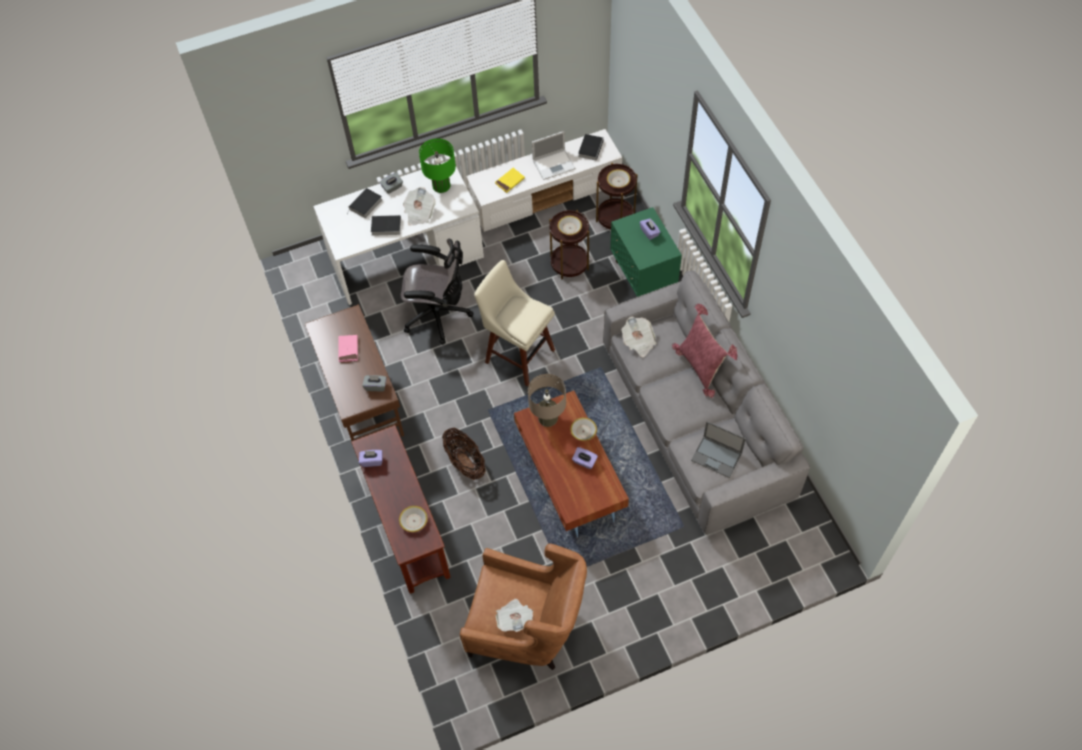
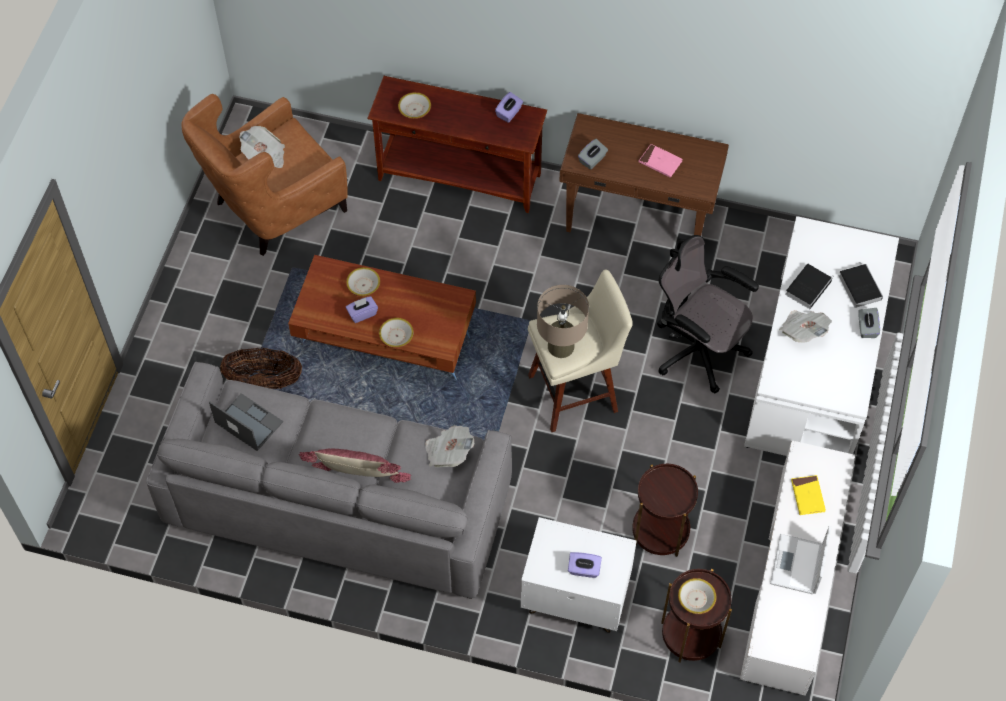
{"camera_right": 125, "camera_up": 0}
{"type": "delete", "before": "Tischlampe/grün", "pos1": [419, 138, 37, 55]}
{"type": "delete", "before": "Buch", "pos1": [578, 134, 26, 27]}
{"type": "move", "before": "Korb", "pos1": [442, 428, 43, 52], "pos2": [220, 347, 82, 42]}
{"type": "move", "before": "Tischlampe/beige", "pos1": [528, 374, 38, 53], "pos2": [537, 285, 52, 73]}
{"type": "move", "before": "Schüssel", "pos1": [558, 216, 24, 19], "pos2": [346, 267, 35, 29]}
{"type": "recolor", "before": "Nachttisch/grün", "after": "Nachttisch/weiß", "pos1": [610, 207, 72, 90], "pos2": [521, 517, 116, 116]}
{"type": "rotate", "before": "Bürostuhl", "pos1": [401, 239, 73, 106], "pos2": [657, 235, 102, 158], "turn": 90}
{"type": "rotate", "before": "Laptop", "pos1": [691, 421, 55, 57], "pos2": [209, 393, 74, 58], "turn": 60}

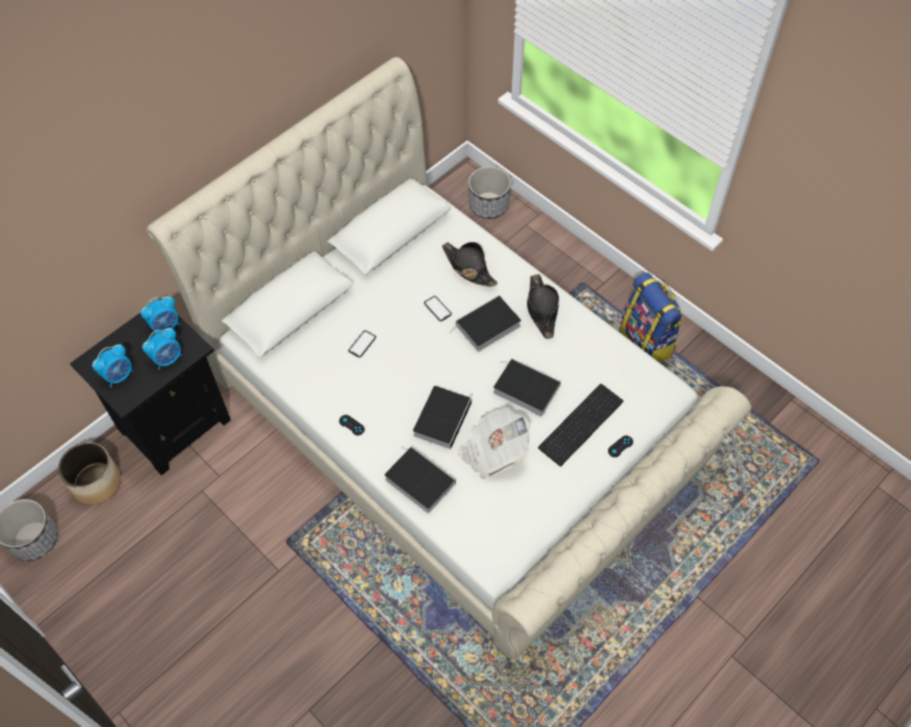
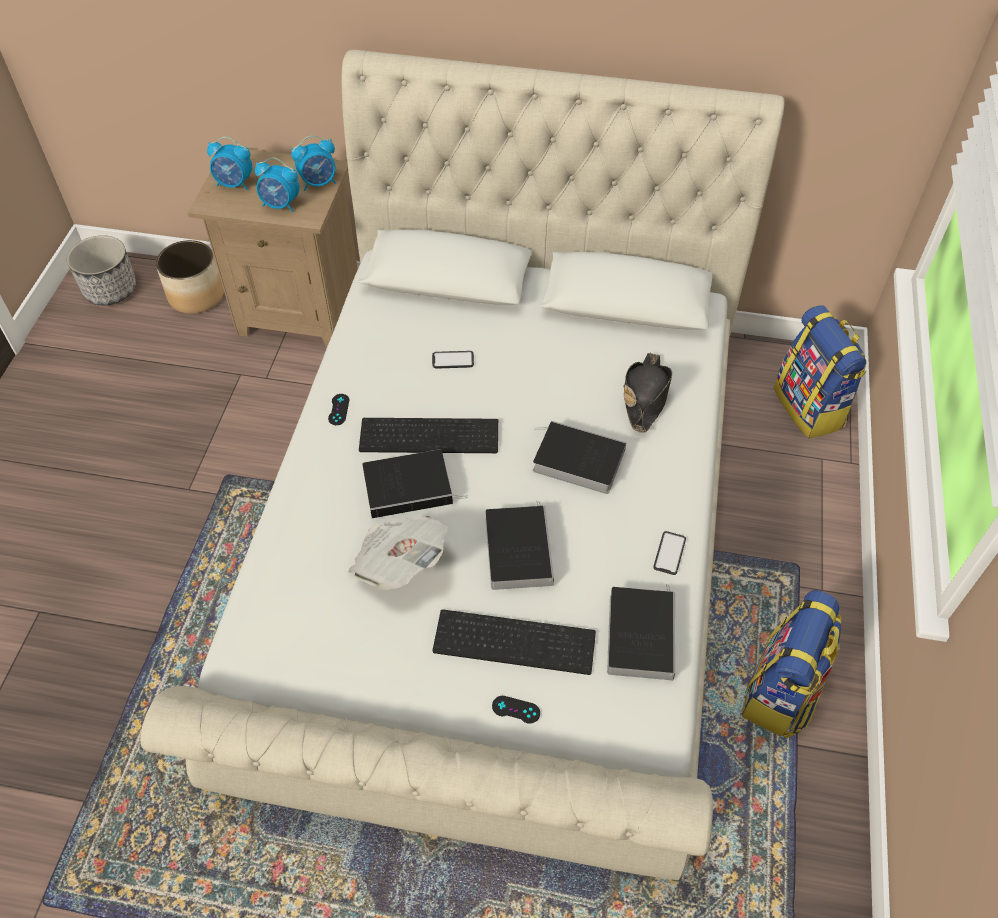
{"camera_right": 55, "camera_up": -5}
{"type": "delete", "before": "Hut/schwarz", "pos1": [527, 274, 32, 65]}
{"type": "insert", "after": "Tastatur", "pos2": [359, 418, 139, 35]}
{"type": "move", "before": "Buch", "pos1": [384, 446, 72, 67], "pos2": [607, 584, 69, 96]}
{"type": "move", "before": "Handy", "pos1": [424, 296, 28, 25], "pos2": [653, 531, 33, 44]}
{"type": "replace", "before": "Pflanzkübel", "after": "Rucksack", "pos1": [468, 166, 43, 53], "pos2": [774, 305, 93, 134]}
{"type": "recolor", "before": "Nachttisch/schwarz", "after": "Nachttisch/beige", "pos1": [70, 298, 161, 177], "pos2": [188, 149, 170, 199]}
{"type": "rotate", "before": "Wecker", "pos1": [140, 296, 40, 38], "pos2": [291, 136, 45, 55], "turn": -45}

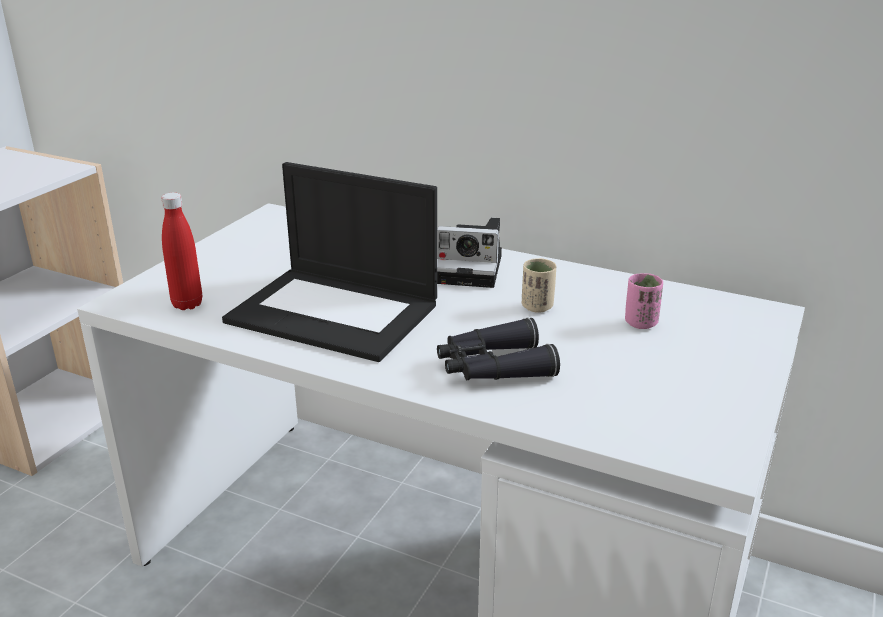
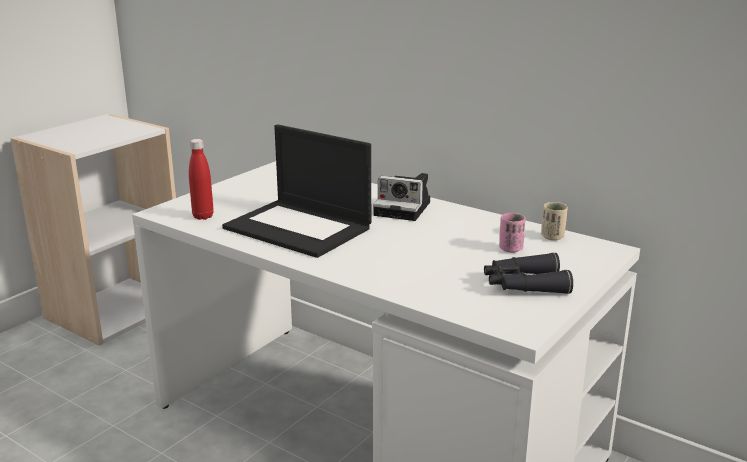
{"camera_right": 10, "camera_up": -5}
{"type": "move", "before": "Fernglas/schwarz", "pos1": [437, 318, 123, 62], "pos2": [484, 252, 89, 42]}
{"type": "move", "before": "Tasse/beige", "pos1": [522, 258, 34, 55], "pos2": [541, 202, 27, 39]}

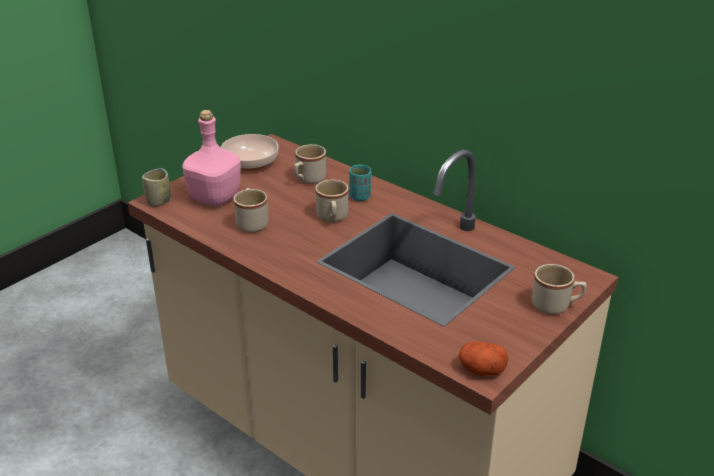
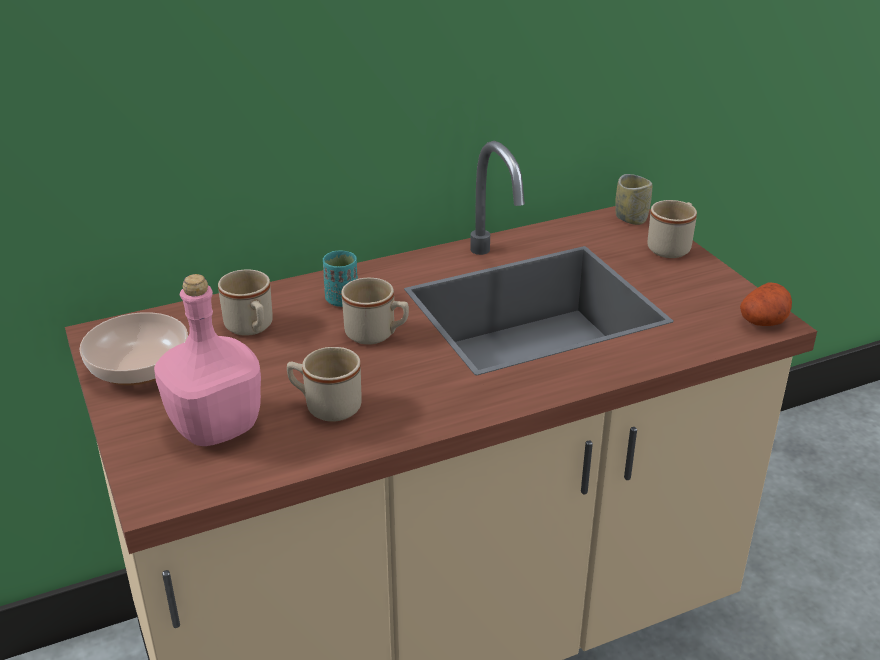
{"camera_right": -65, "camera_up": 0}
{"type": "move", "before": "Tasse", "pos1": [142, 168, 28, 39], "pos2": [615, 174, 37, 51]}

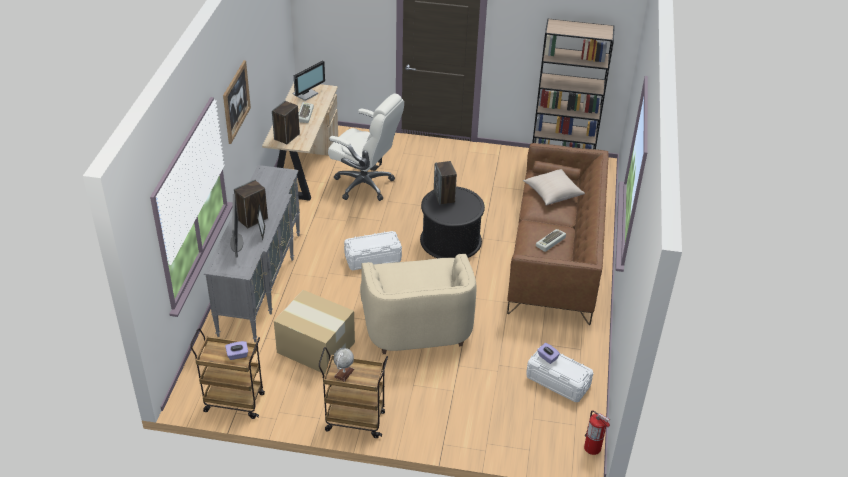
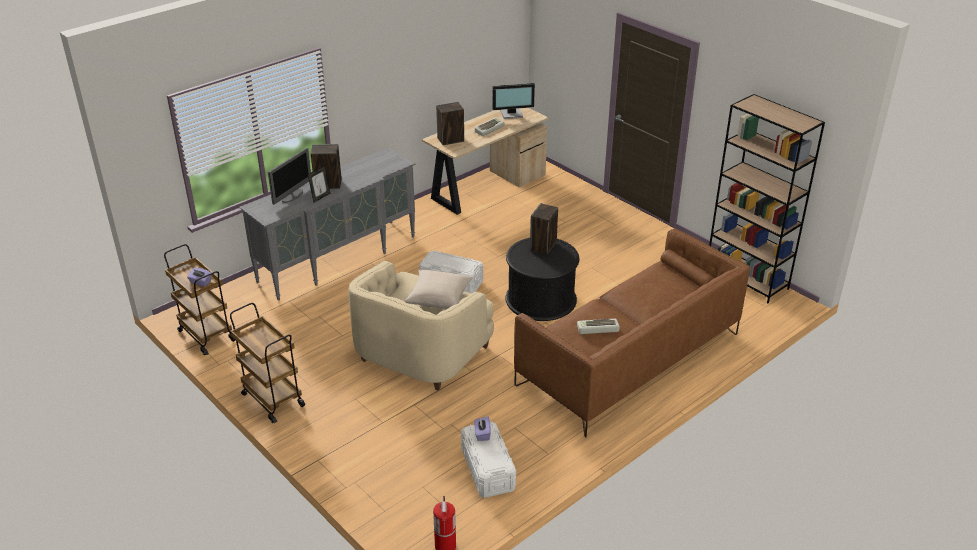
{"camera_right": 40, "camera_up": -5}
{"type": "delete", "before": "Bild", "pos1": [223, 60, 28, 84]}
{"type": "delete", "before": "Karton", "pos1": [274, 290, 81, 85]}
{"type": "delete", "before": "Bürostuhl/weiß", "pos1": [328, 94, 76, 107]}
{"type": "delete", "before": "Globus", "pos1": [333, 348, 21, 34]}
{"type": "move", "before": "Kissen/beige", "pos1": [523, 169, 62, 37], "pos2": [404, 270, 69, 39]}

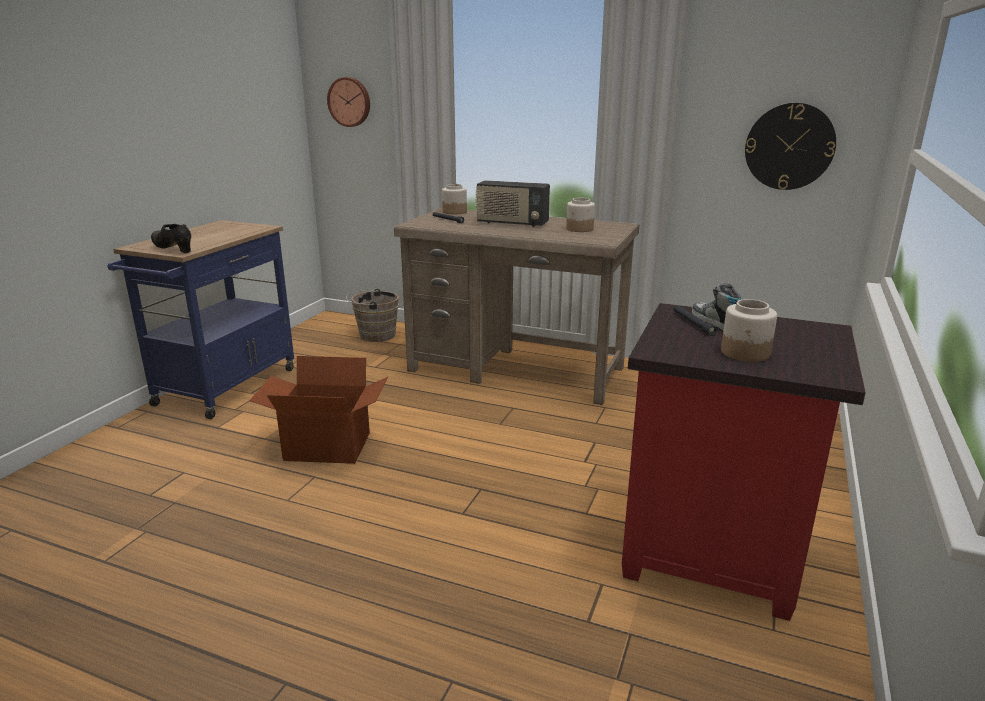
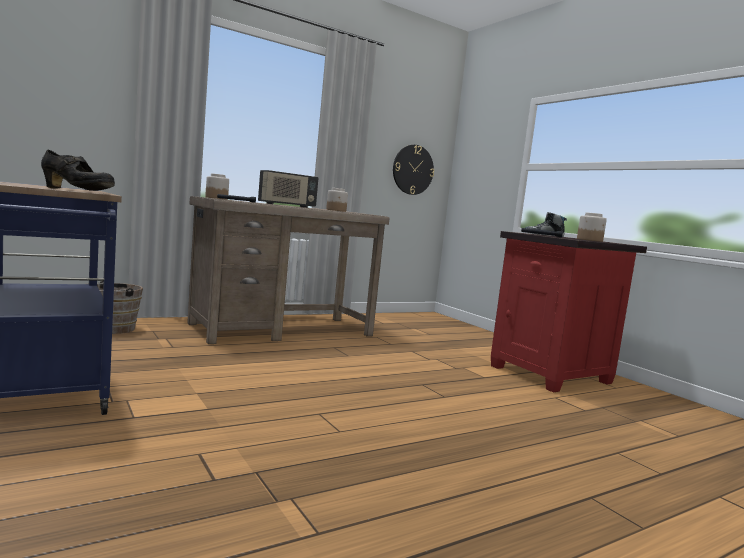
{"camera_right": -55, "camera_up": -15}
{"type": "delete", "before": "Karton", "pos1": [249, 356, 139, 108]}
{"type": "delete", "before": "Wanduhr", "pos1": [327, 77, 43, 50]}
{"type": "rotate", "before": "Schuh/schwarz", "pos1": [151, 224, 40, 29], "pos2": [41, 150, 74, 41], "turn": -150}

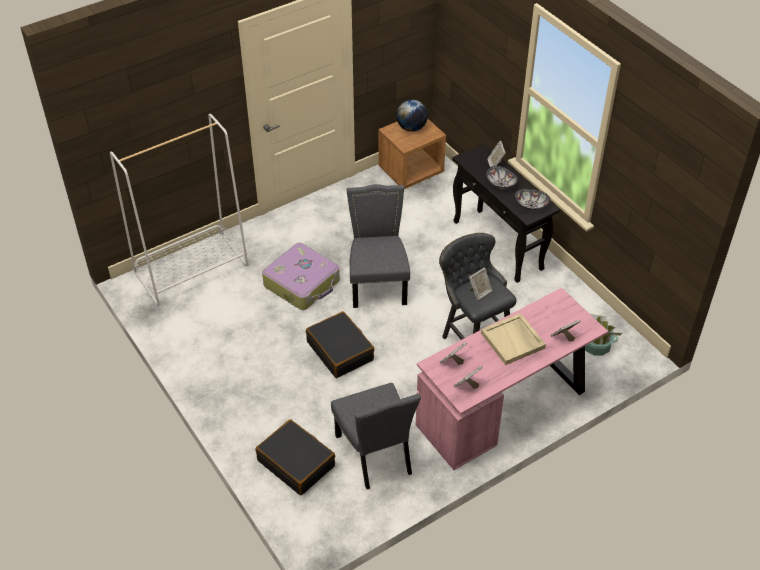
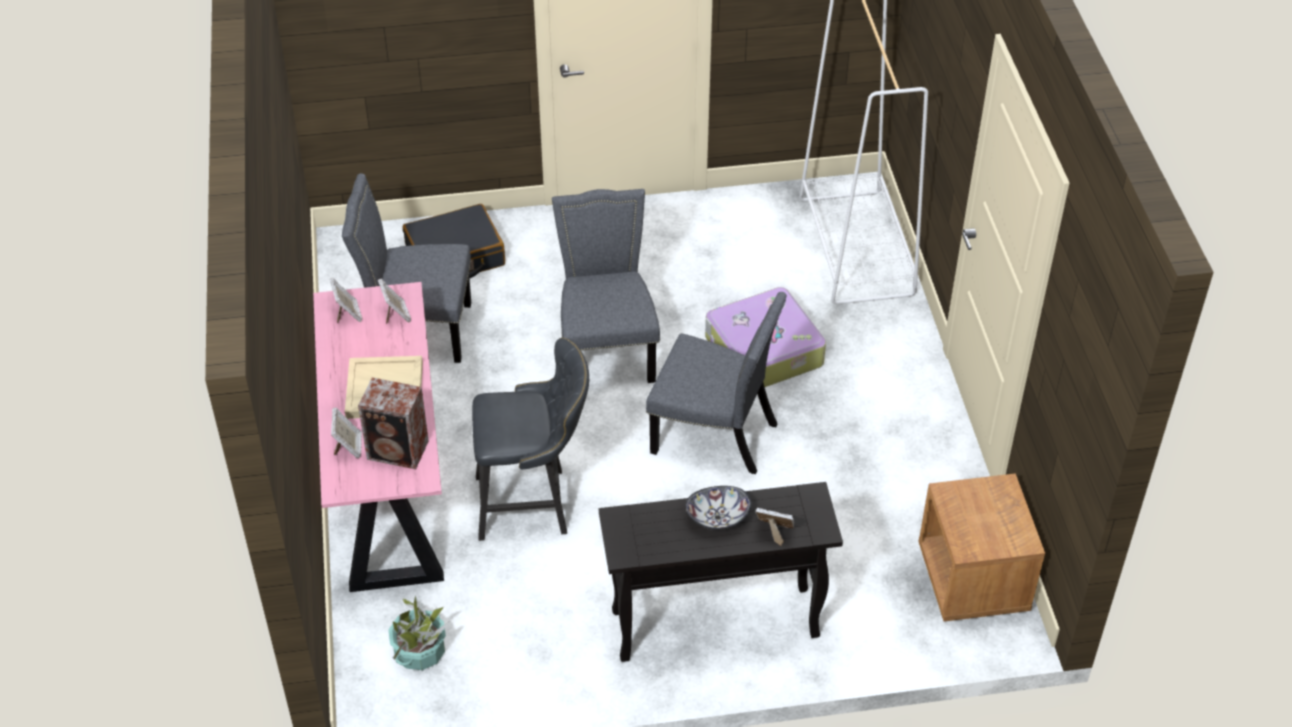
{"camera_right": 115, "camera_up": 0}
{"type": "delete", "before": "Globus", "pos1": [396, 100, 32, 32]}
{"type": "delete", "before": "Bilderrahmen", "pos1": [469, 268, 24, 32]}
{"type": "delete", "before": "Schüssel", "pos1": [515, 189, 35, 21]}
{"type": "insert", "after": "Lautsprecher", "pos2": [358, 377, 71, 92]}
{"type": "replace", "before": "Koffer/schwarz", "after": "Stuhl/grau", "pos1": [306, 311, 68, 67], "pos2": [552, 189, 108, 194]}

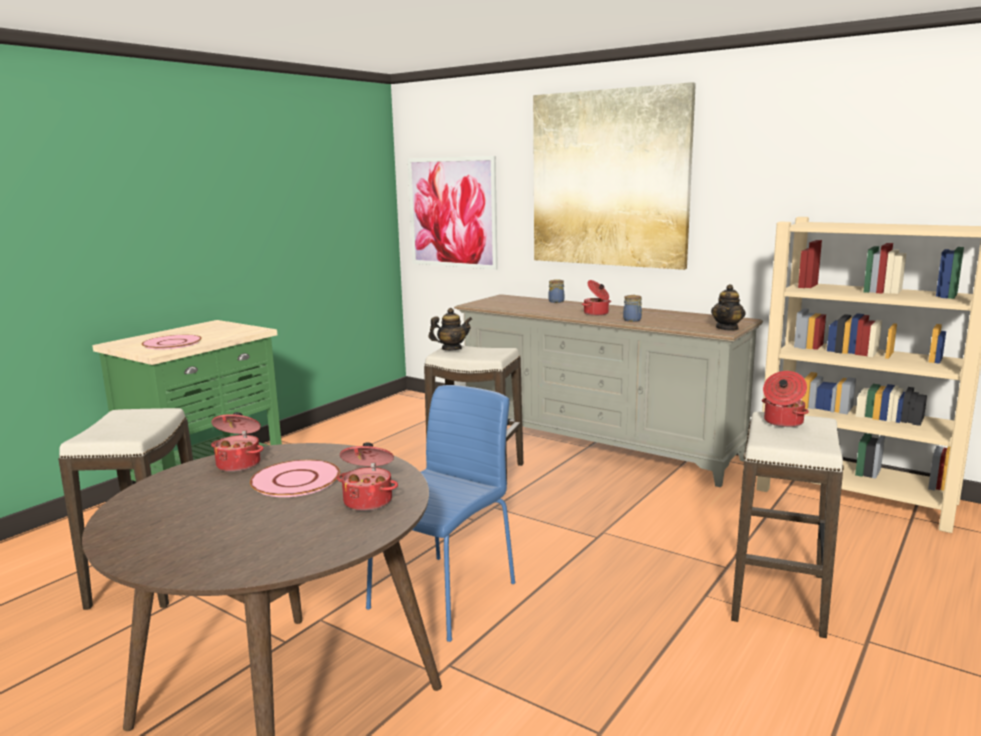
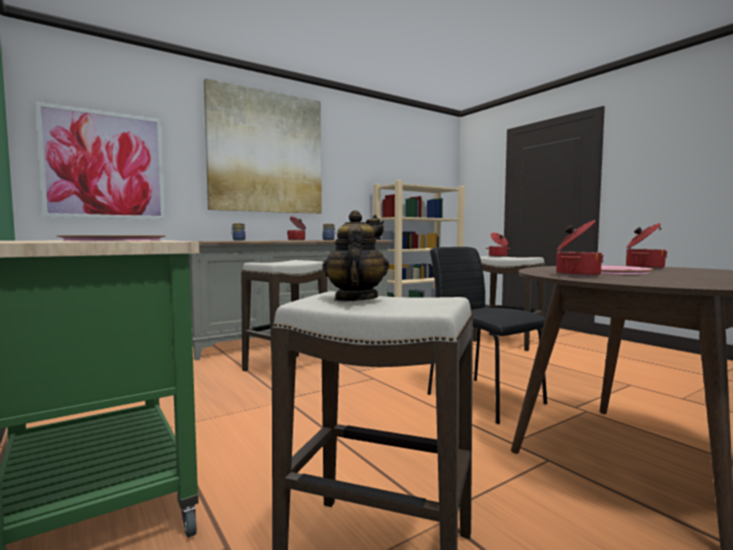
{"camera_right": -70, "camera_up": -10}
{"type": "move", "before": "Teekanne", "pos1": [429, 308, 43, 42], "pos2": [323, 210, 66, 91]}
{"type": "recolor", "before": "Stuhl/blau", "after": "Stuhl/schwarz", "pos1": [366, 385, 149, 257], "pos2": [427, 247, 121, 177]}

